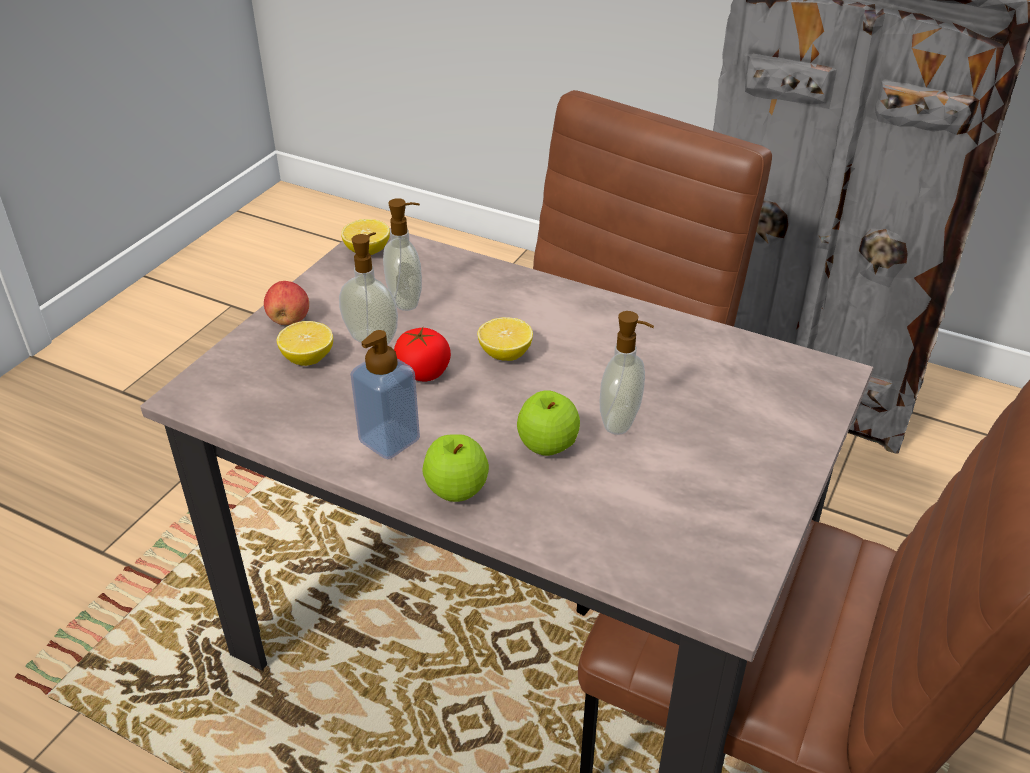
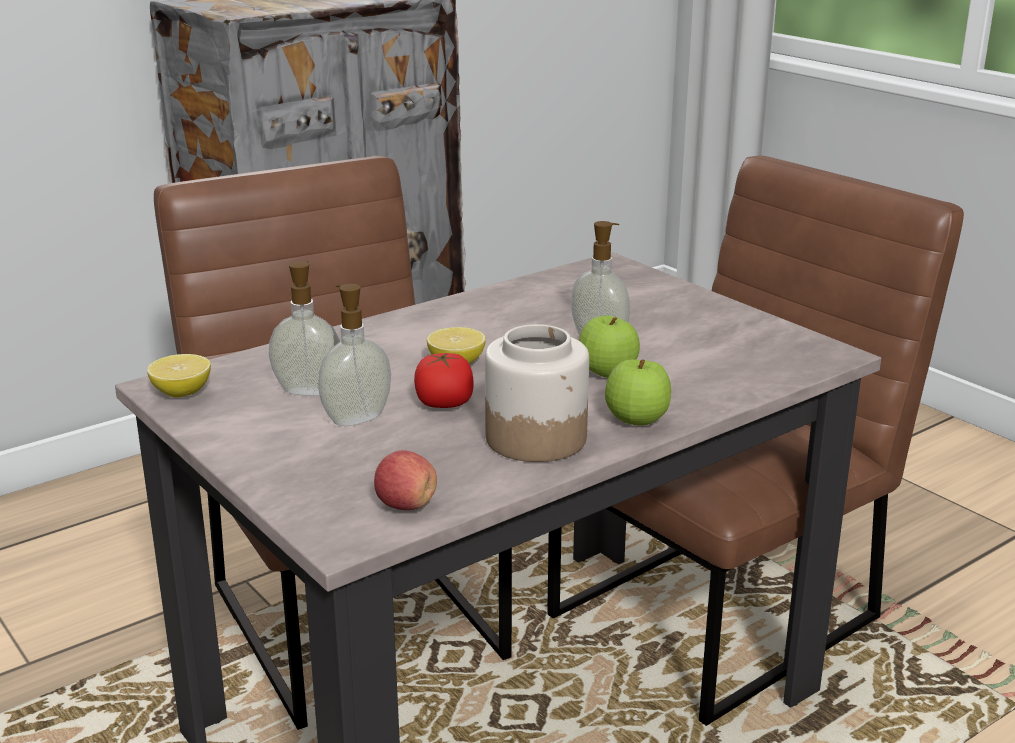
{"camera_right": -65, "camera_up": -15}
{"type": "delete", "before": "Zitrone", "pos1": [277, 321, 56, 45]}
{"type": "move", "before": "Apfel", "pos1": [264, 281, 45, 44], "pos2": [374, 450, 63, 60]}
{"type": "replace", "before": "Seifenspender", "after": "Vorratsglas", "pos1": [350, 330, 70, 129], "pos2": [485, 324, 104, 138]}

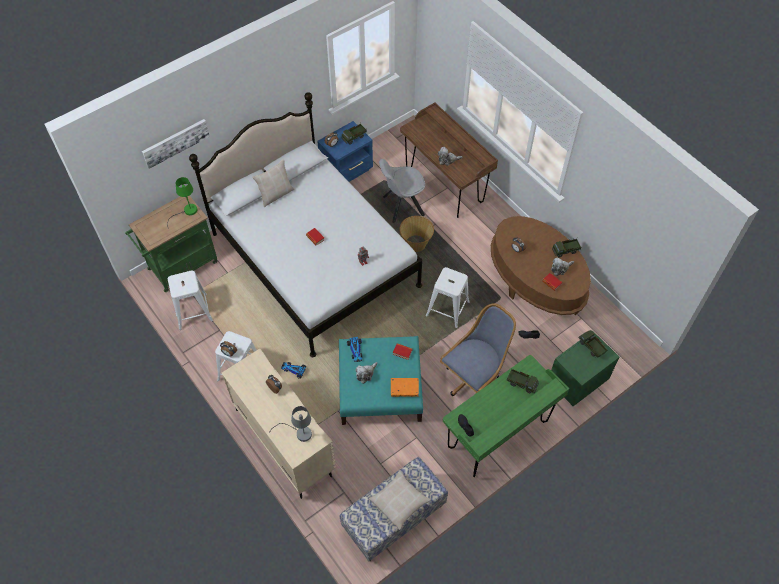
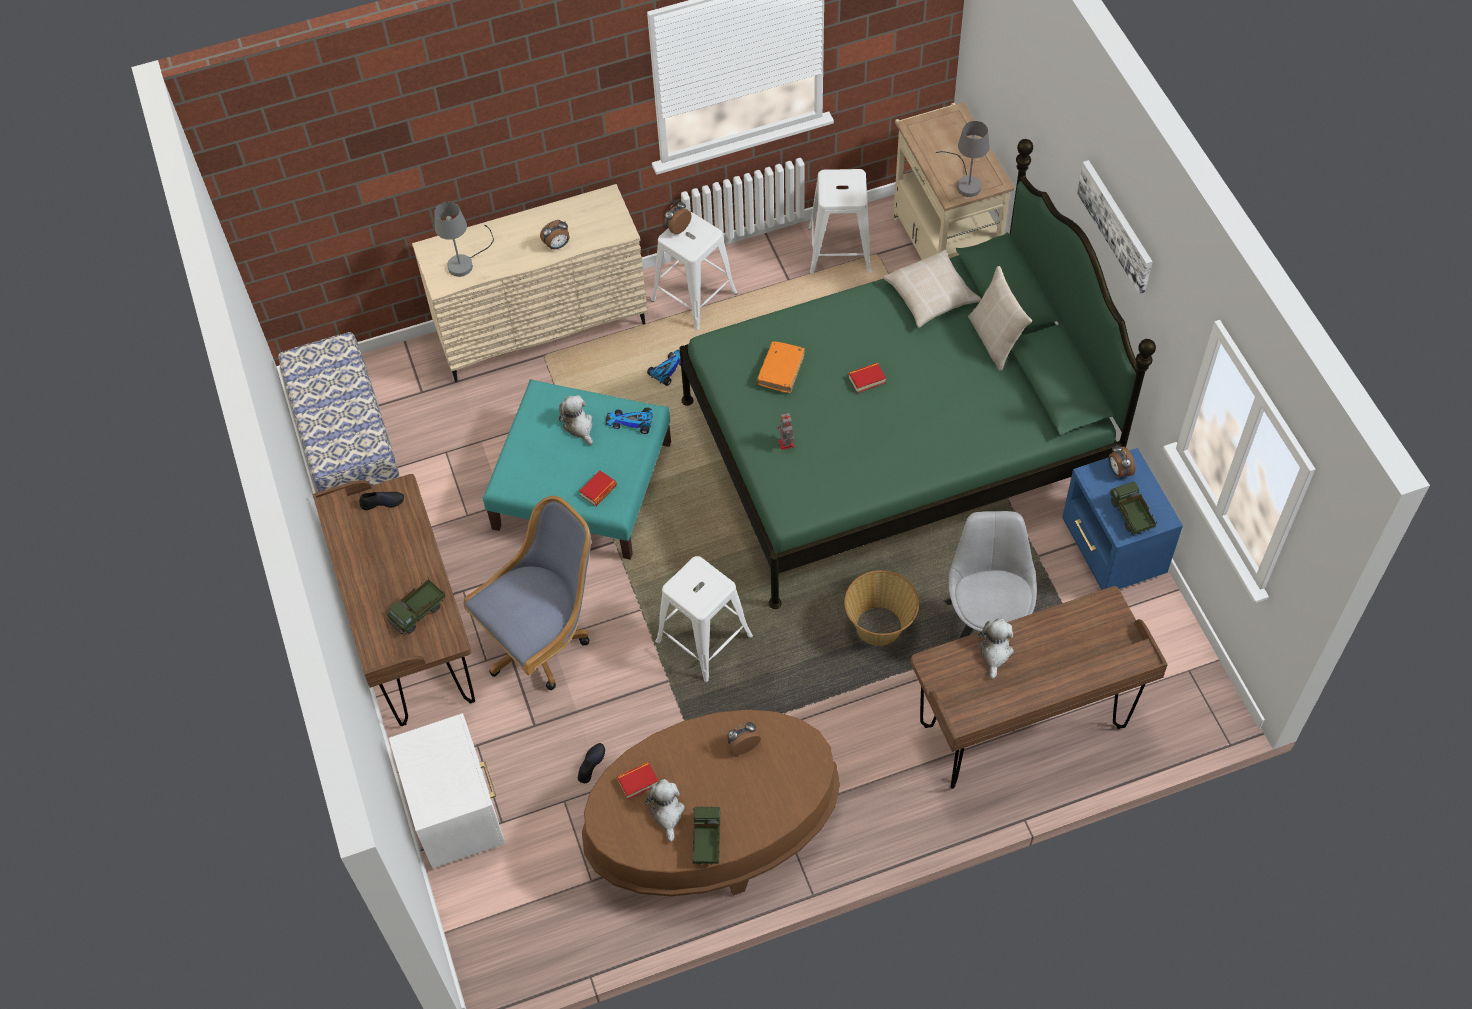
{"camera_right": 110, "camera_up": 0}
{"type": "delete", "before": "Spielzeuglaster", "pos1": [579, 330, 29, 28]}
{"type": "move", "before": "Bild", "pos1": [142, 119, 68, 50], "pos2": [1077, 160, 76, 134]}
{"type": "move", "before": "Kissen/beige", "pos1": [369, 470, 62, 60], "pos2": [883, 250, 98, 78]}
{"type": "move", "before": "Buch/orange", "pos1": [391, 378, 28, 19], "pos2": [757, 341, 48, 52]}
{"type": "recolor", "before": "Rollwagen/grün", "after": "Rollwagen/beige", "pos1": [125, 195, 92, 97], "pos2": [893, 102, 121, 158]}
{"type": "recolor", "before": "Tischlampe/grün", "after": "Tischlampe/grau", "pos1": [167, 177, 30, 52], "pos2": [935, 121, 55, 76]}
{"type": "recolor", "before": "Bett/weiß", "after": "Bett/grün", "pos1": [189, 92, 233, 265], "pos2": [679, 139, 477, 470]}
{"type": "recolor", "before": "Schreibtisch/grün", "after": "Schreibtisch/braun", "pos1": [443, 355, 126, 122], "pos2": [312, 474, 163, 252]}
{"type": "recolor", "before": "Nachttisch/grün", "after": "Nachttisch/weiß", "pos1": [551, 331, 68, 75], "pos2": [389, 713, 116, 156]}
{"type": "rotate", "before": "Bürostuhl/blau", "pos1": [440, 303, 76, 93], "pos2": [463, 496, 128, 194], "turn": -105}

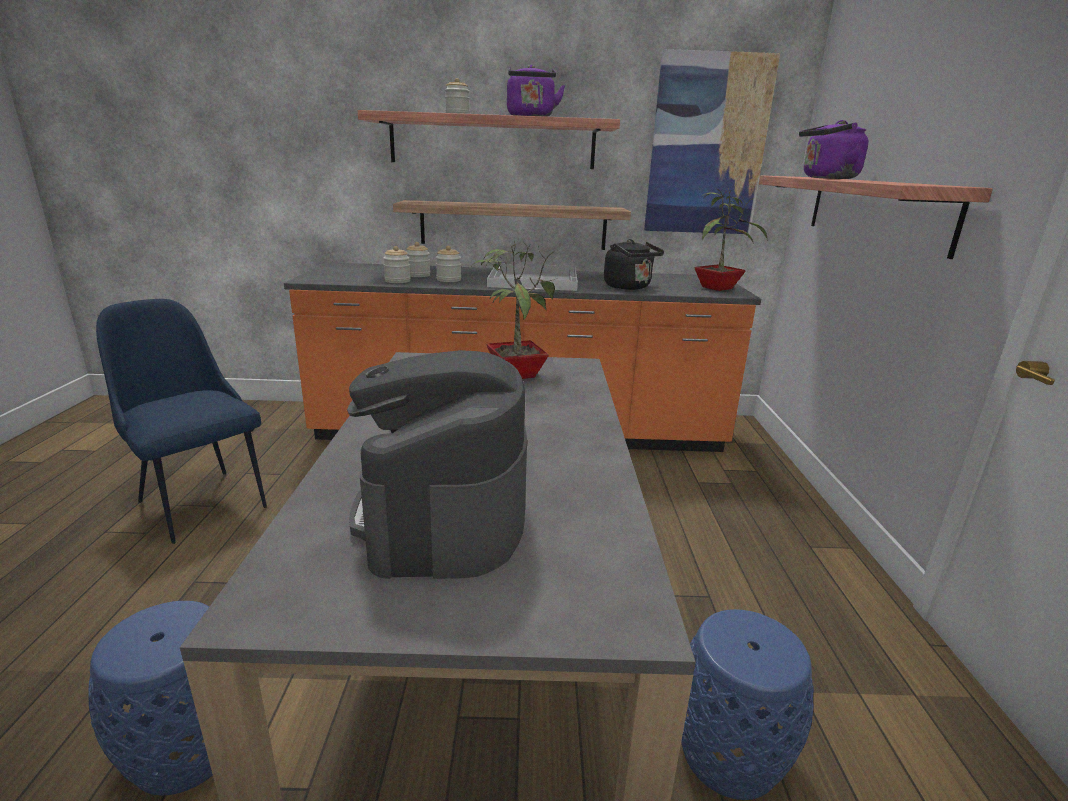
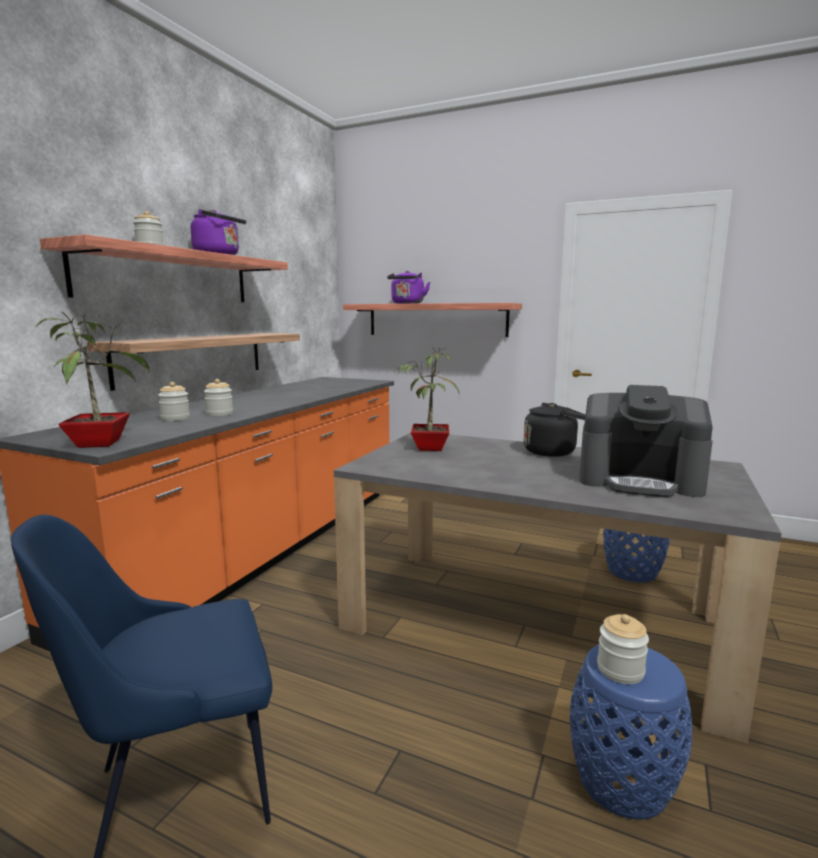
{"camera_right": -65, "camera_up": -10}
{"type": "delete", "before": "Tablett/weiß", "pos1": [487, 264, 91, 27]}
{"type": "delete", "before": "Bild", "pos1": [644, 49, 136, 185]}
{"type": "move", "before": "Vorratsglas", "pos1": [383, 246, 28, 37], "pos2": [597, 614, 52, 70]}
{"type": "move", "before": "Wasserkessel/schwarz", "pos1": [604, 239, 60, 51], "pos2": [524, 402, 61, 55]}
{"type": "move", "before": "Topfpflanze", "pos1": [694, 188, 74, 103], "pos2": [36, 311, 114, 137]}

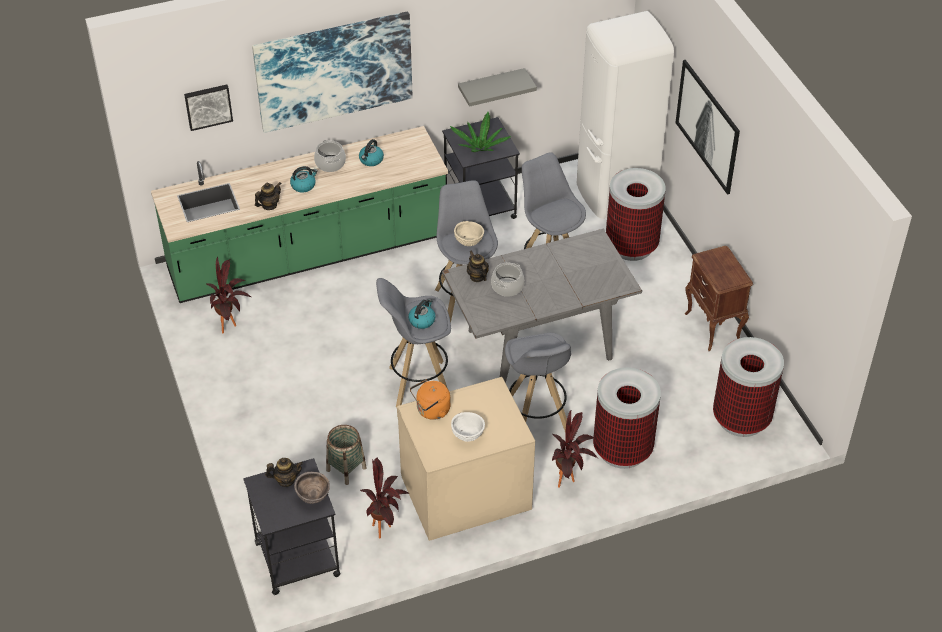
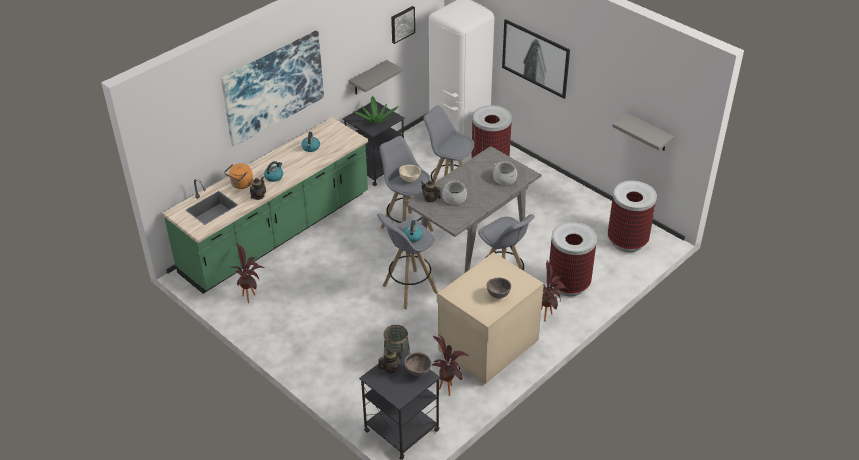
{"camera_right": -25, "camera_up": -5}
{"type": "delete", "before": "Nachttisch/braun", "pos1": [685, 246, 68, 105]}
{"type": "insert", "after": "Wandregal/grau", "pos2": [612, 114, 62, 37]}
{"type": "move", "before": "Bild", "pos1": [184, 85, 49, 46], "pos2": [391, 6, 24, 38]}
{"type": "move", "before": "Kochtopf", "pos1": [314, 140, 32, 32], "pos2": [493, 161, 24, 24]}
{"type": "move", "before": "Wasserkessel/orange", "pos1": [410, 380, 41, 40], "pos2": [224, 163, 29, 26]}
{"type": "recolor", "before": "Schüssel/weiß", "after": "Schüssel/braun", "pos1": [451, 412, 34, 30], "pos2": [486, 278, 25, 21]}

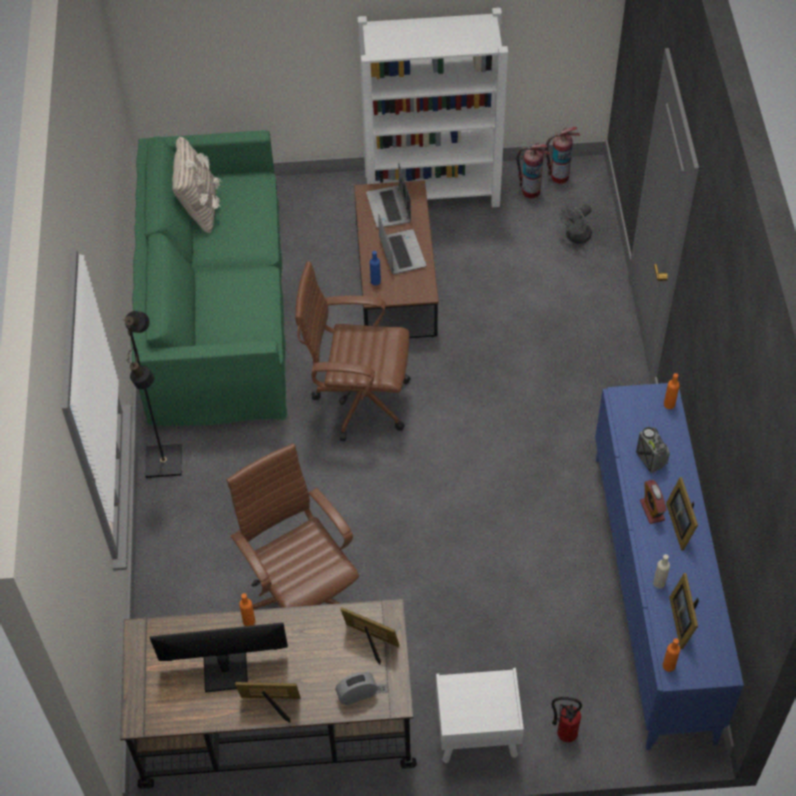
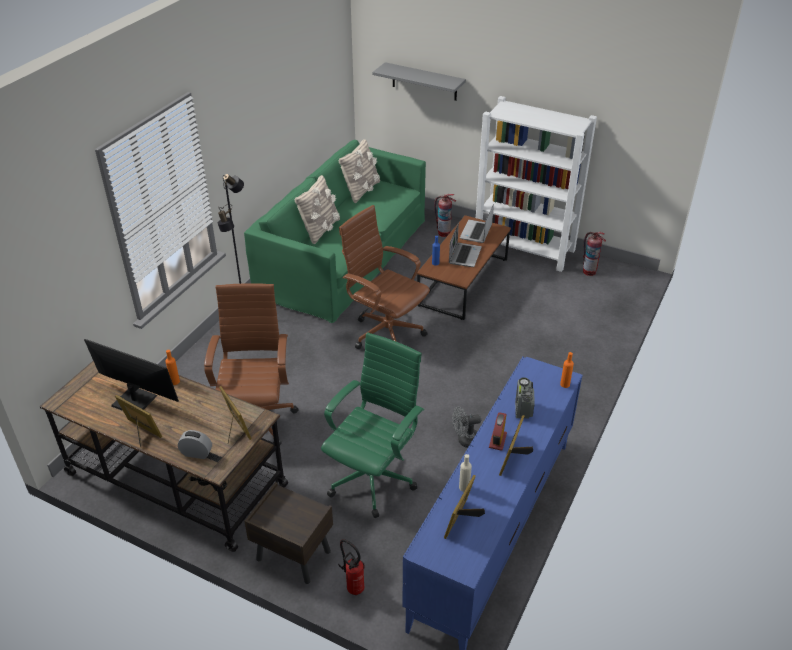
{"camera_right": 30, "camera_up": -15}
{"type": "delete", "before": "Flasche/orange", "pos1": [663, 638, 17, 34]}
{"type": "insert", "after": "Kissen/beige", "pos2": [295, 175, 45, 69]}
{"type": "insert", "after": "Bürostuhl/grün", "pos2": [321, 332, 103, 186]}
{"type": "insert", "after": "Wandregal/grau", "pos2": [372, 62, 94, 38]}
{"type": "move", "before": "Feuerlöscher", "pos1": [545, 127, 35, 57], "pos2": [434, 194, 22, 43]}
{"type": "move", "before": "Ventilator/grau", "pos1": [559, 204, 33, 40], "pos2": [452, 406, 29, 42]}
{"type": "recolor", "before": "Nachttisch/weiß", "after": "Nachttisch/braun", "pos1": [436, 668, 88, 95], "pos2": [244, 482, 89, 102]}

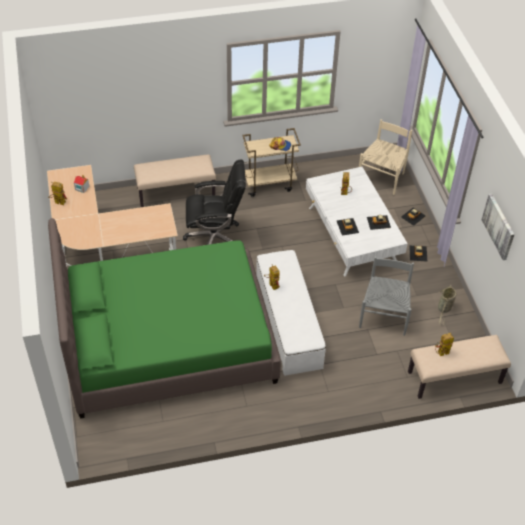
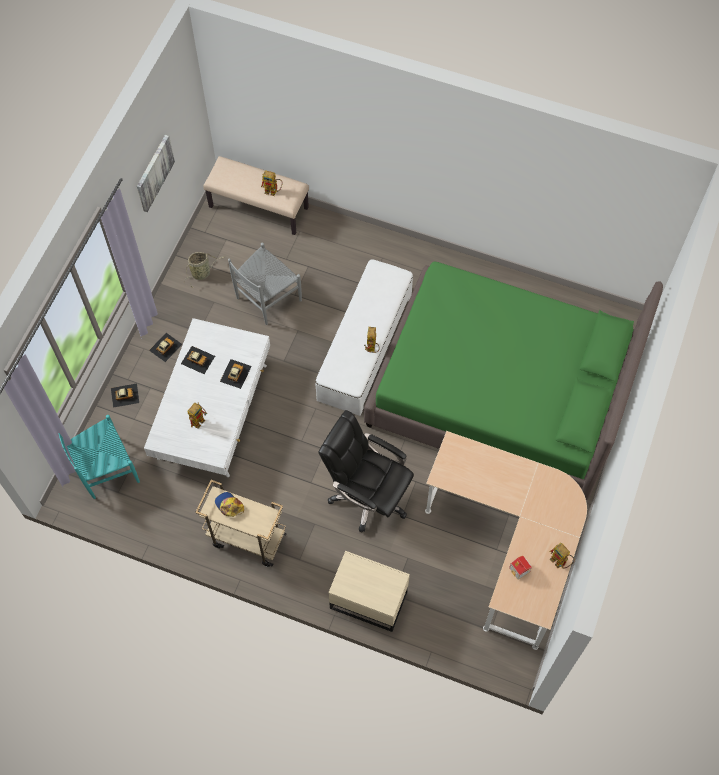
{"camera_right": -145, "camera_up": 15}
{"type": "replace", "before": "Bank/beige", "after": "Nachttisch/beige", "pos1": [134, 155, 82, 52], "pos2": [328, 551, 82, 81]}
{"type": "recolor", "before": "Stuhl/beige", "after": "Stuhl/türkis", "pos1": [359, 119, 53, 76], "pos2": [58, 415, 82, 84]}

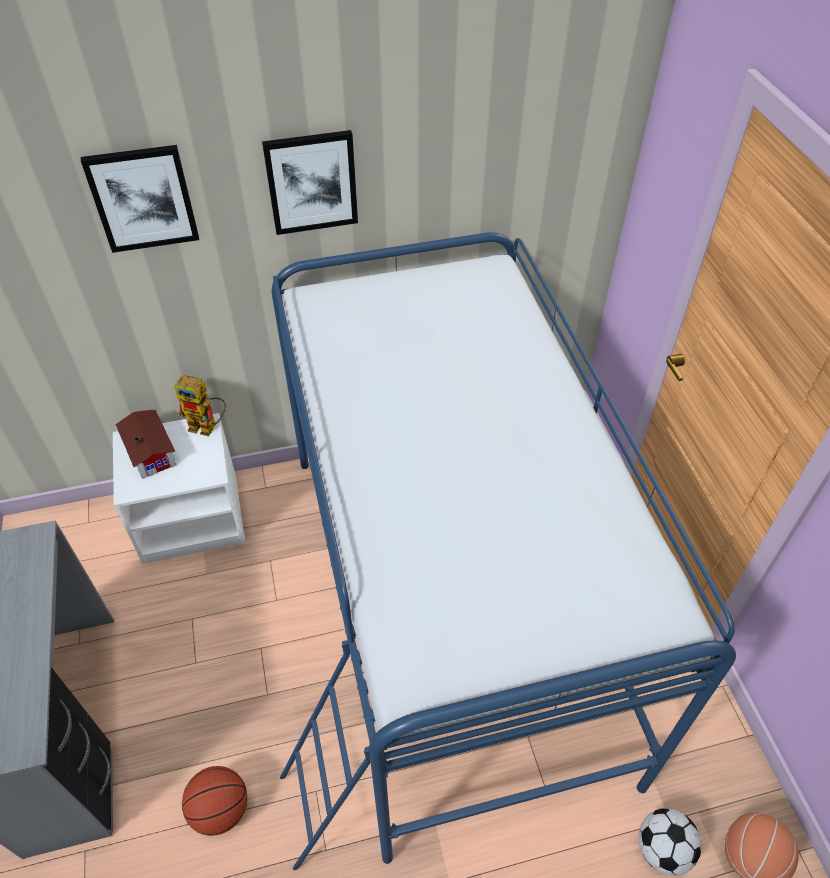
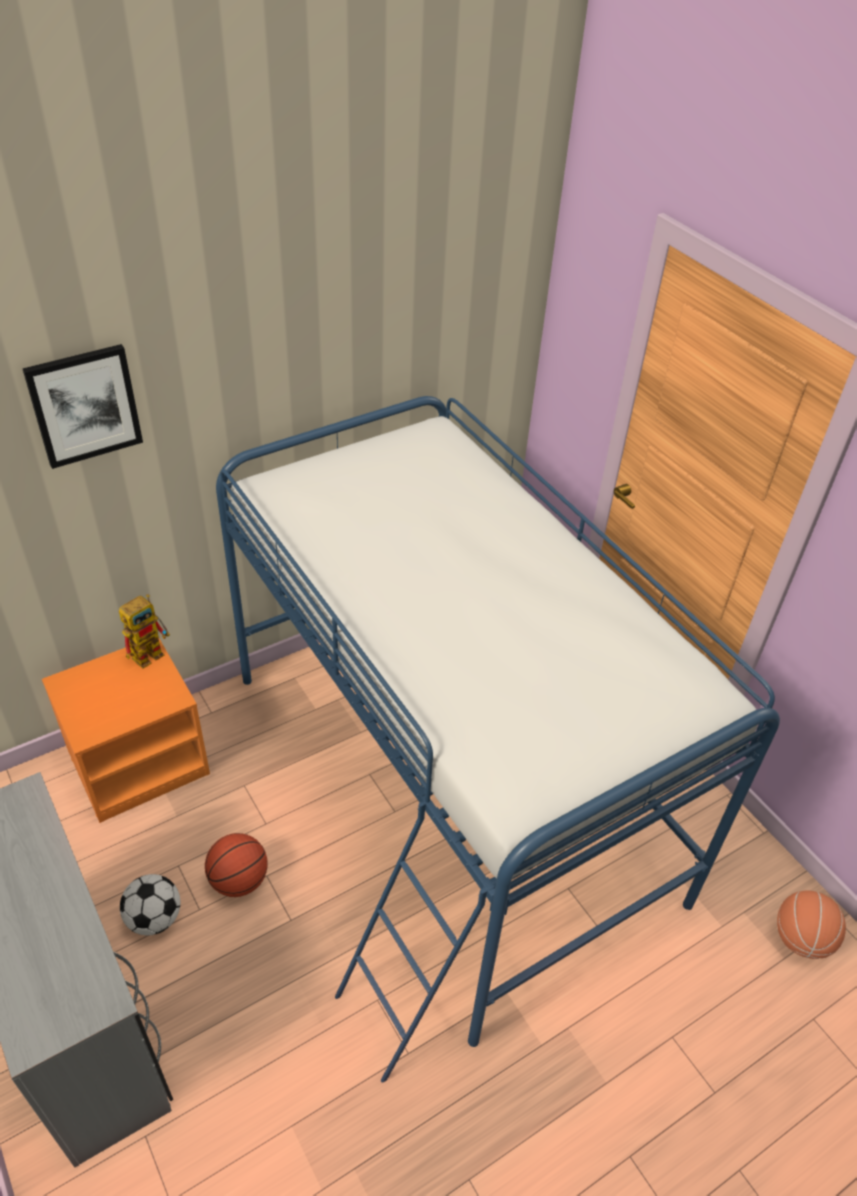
{"camera_right": -20, "camera_up": -5}
{"type": "delete", "before": "Spielzeughaus", "pos1": [115, 409, 61, 70]}
{"type": "delete", "before": "Bild", "pos1": [262, 130, 96, 105]}
{"type": "move", "before": "Basketball", "pos1": [182, 766, 65, 70], "pos2": [205, 833, 63, 64]}
{"type": "move", "before": "Fußball", "pos1": [639, 808, 63, 68], "pos2": [120, 874, 61, 61]}
{"type": "recolor", "before": "Nachttisch/weiß", "after": "Nachttisch/orange", "pos1": [113, 413, 132, 151], "pos2": [42, 639, 168, 184]}
{"type": "rotate", "before": "Spielzeugroboter", "pos1": [174, 375, 52, 61], "pos2": [119, 594, 51, 75], "turn": -45}

